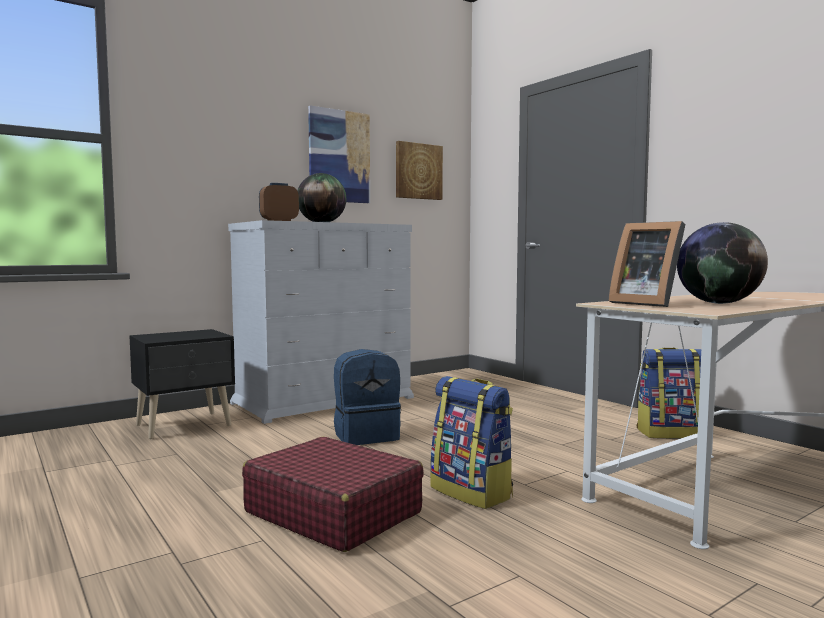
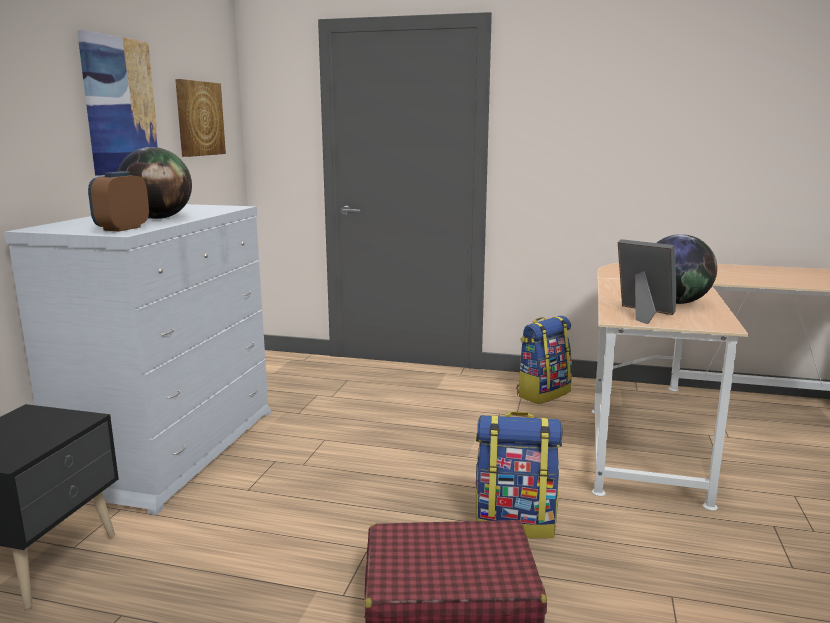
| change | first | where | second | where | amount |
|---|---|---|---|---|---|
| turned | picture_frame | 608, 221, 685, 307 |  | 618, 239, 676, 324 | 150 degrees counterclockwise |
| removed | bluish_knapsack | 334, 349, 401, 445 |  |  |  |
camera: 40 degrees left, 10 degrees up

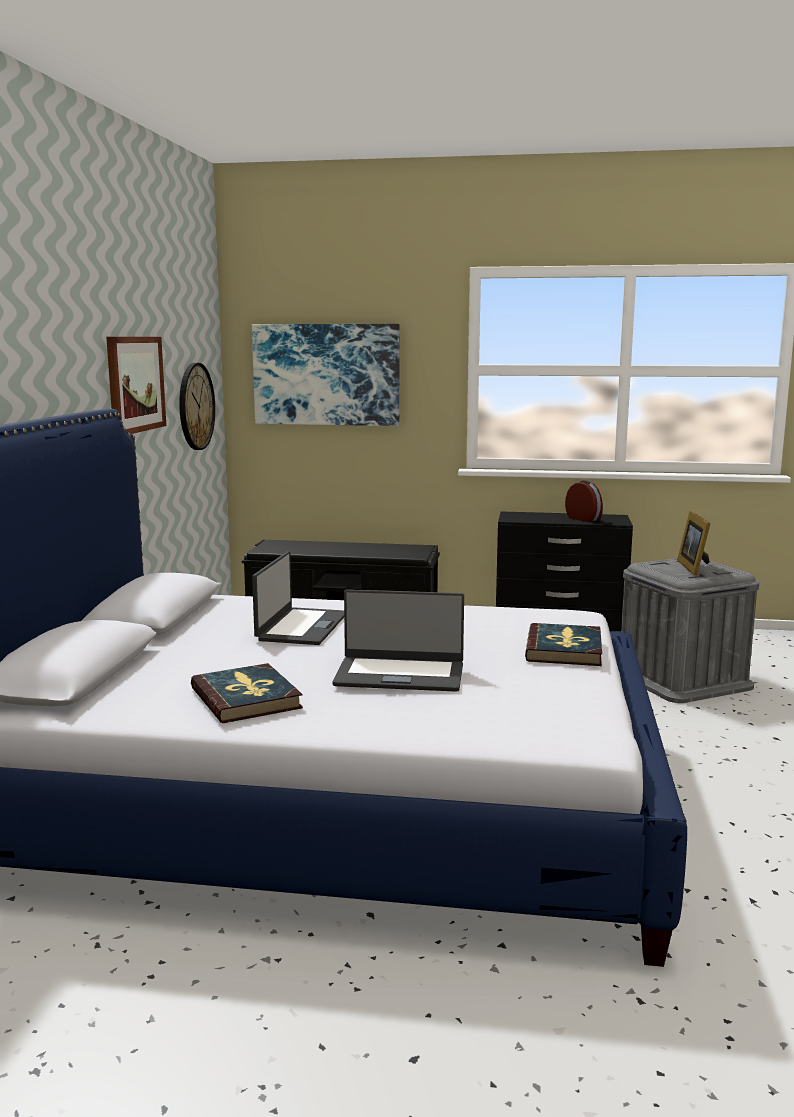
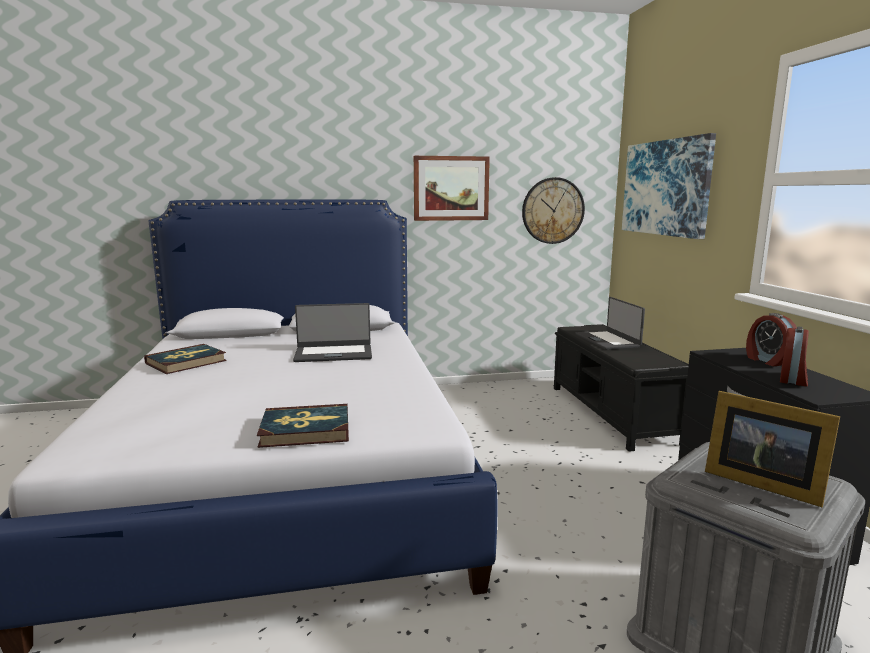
| change | first | where | second | where | amount |
|---|---|---|---|---|---|
| turned | picture_frame | 677, 511, 711, 576 |  | 705, 391, 840, 507 | 120 degrees counterclockwise |
| moved | laptop | 332, 589, 464, 692 |  | 575, 297, 645, 350 |  |
| added |  |  | bedside_clock | 746, 313, 797, 366 |  |
camera: 70 degrees right, 0 degrees up

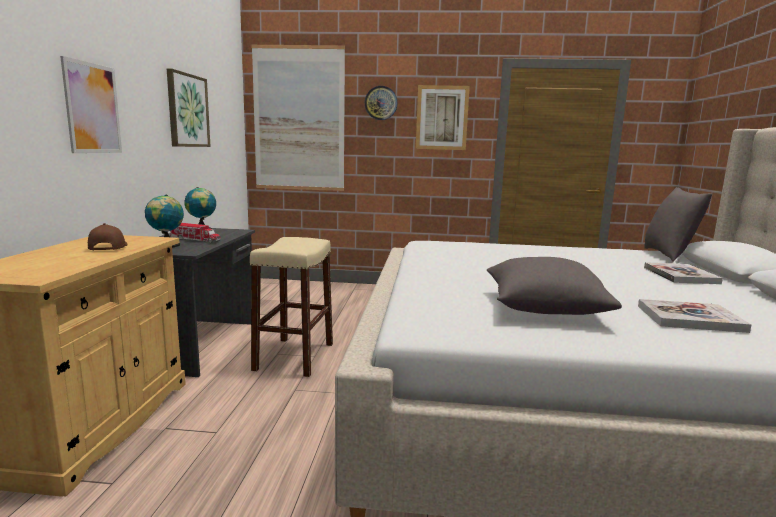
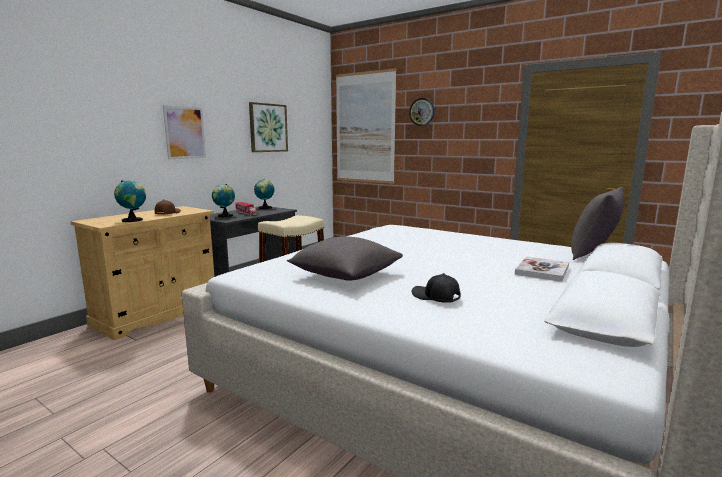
| change | first | where | second | where | amount |
|---|---|---|---|---|---|
| removed | wall_art | 416, 85, 470, 150 |  |  |  |
| replaced | volume | 638, 299, 752, 333 | black-coloured_peaked_cap | 412, 273, 461, 303 |  |
| added |  |  | desk_globe | 114, 180, 146, 222 |  |
camera: 30 degrees right, 0 degrees up

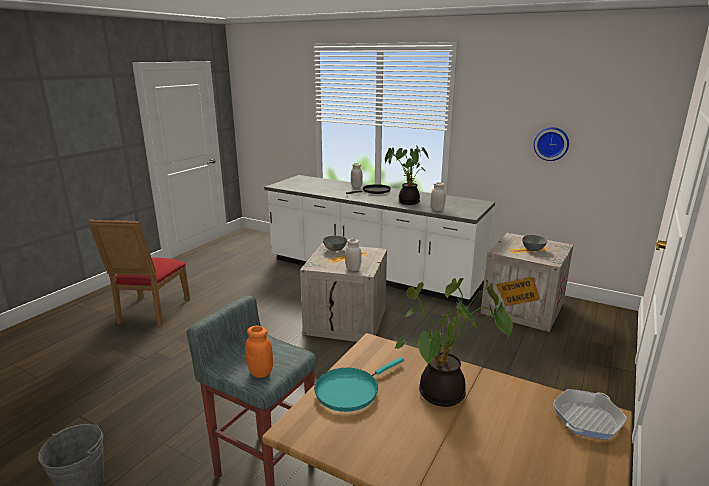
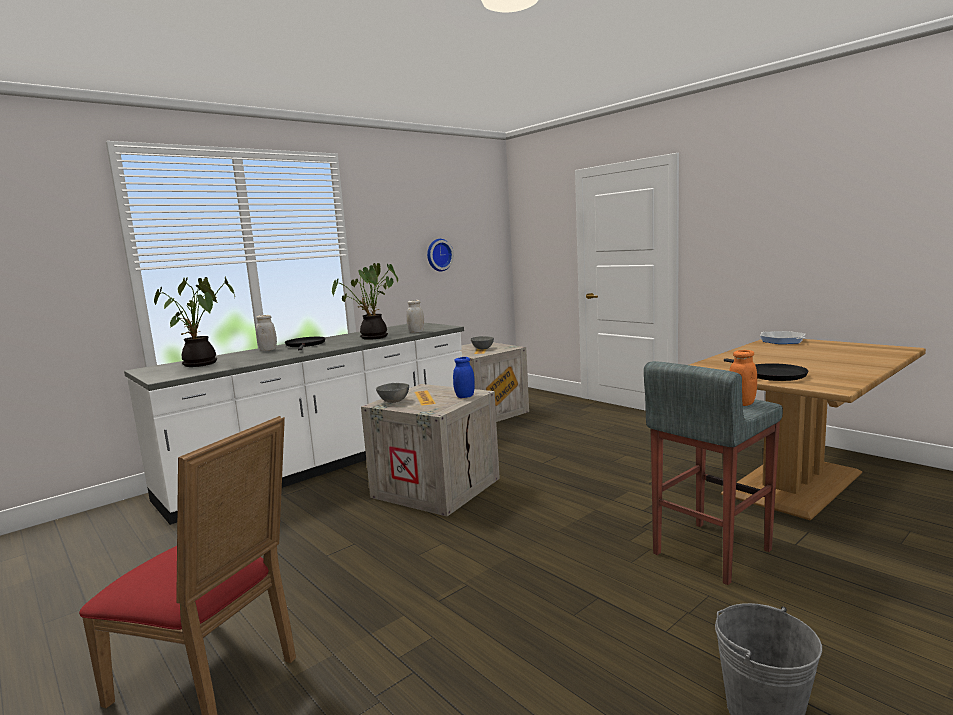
| change | first | where | second | where | amount |
|---|---|---|---|---|---|
| recoloured | white-coloured_storage_jar | 345, 239, 361, 271 | bluish_storage_jar | 453, 357, 475, 398 |  |
| moved | potted_plant | 395, 278, 512, 407 |  | 154, 277, 235, 367 |  |
| recoloured | turquoise-coloured_skillet | 314, 357, 404, 412 | black-coloured_skillet | 724, 359, 808, 381 |  |
camera: 70 degrees left, 10 degrees down

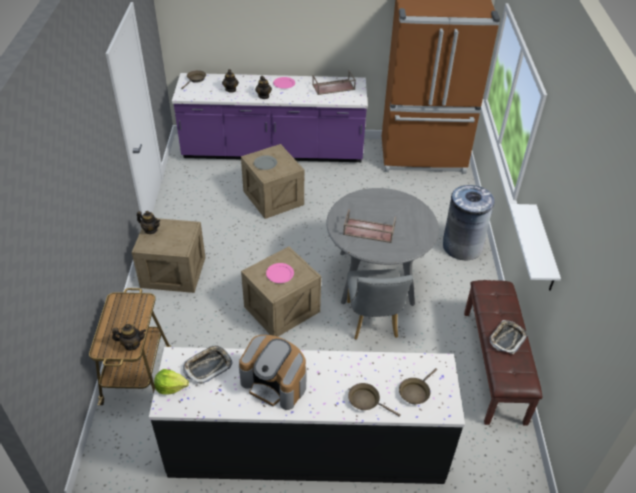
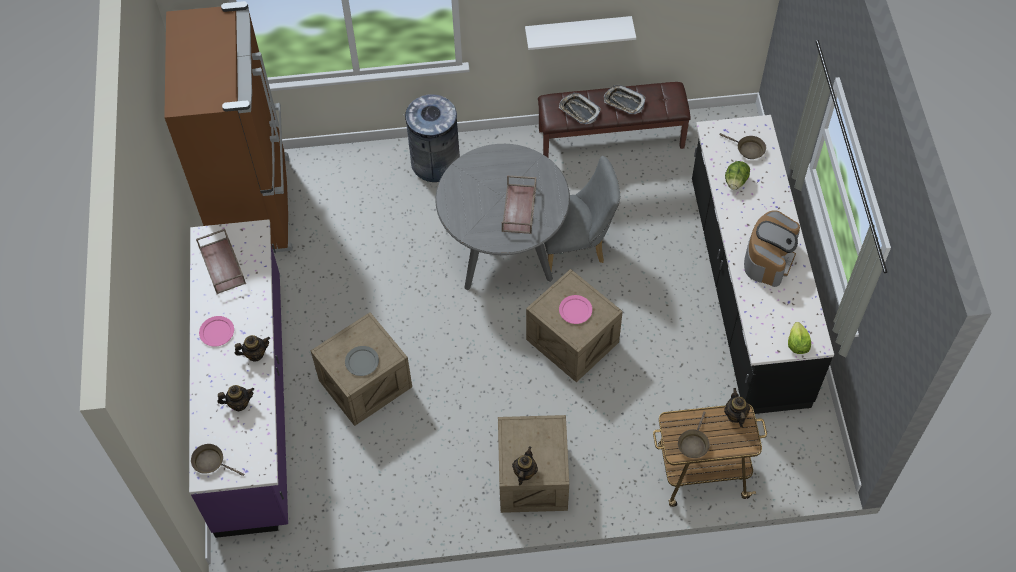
| change | first | where | second | where | amount |
|---|---|---|---|---|---|
| moved | serving_tray | 183, 344, 233, 385 |  | 559, 93, 601, 124 |  |
| moved | brown-coloured_skillet | 348, 383, 401, 417 |  | 678, 411, 710, 458 |  |
| added |  |  | head_of_lettuce | 725, 161, 750, 190 |  |
camera: 95 degrees left, 15 degrees up

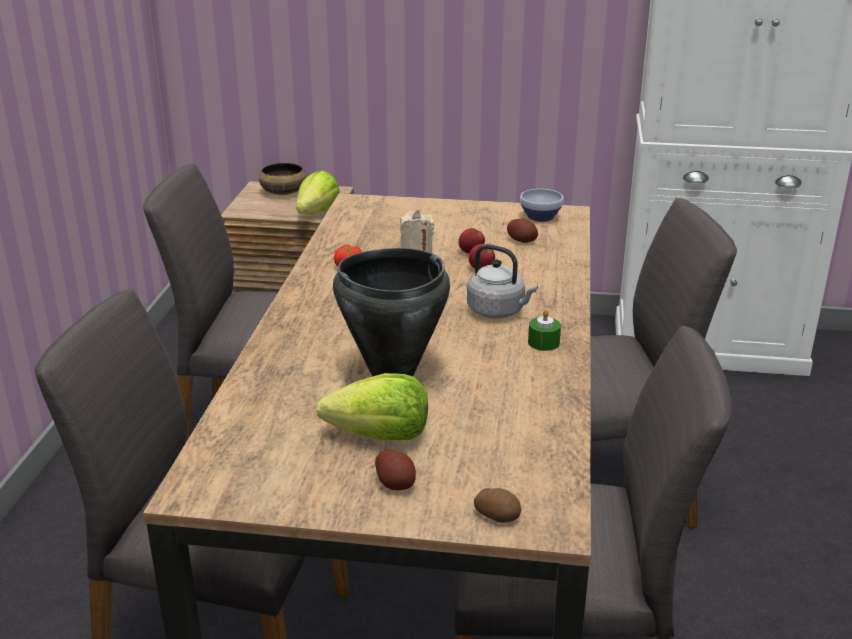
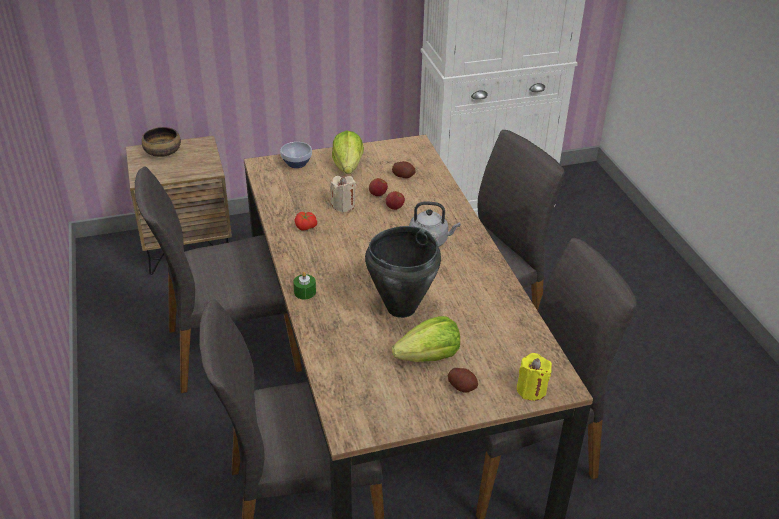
| change | first | where | second | where | amount |
|---|---|---|---|---|---|
| moved | head_of_lettuce | 296, 171, 340, 215 |  | 332, 130, 364, 174 |  |
| moved | serving_bowl | 520, 189, 563, 222 |  | 280, 142, 312, 168 |  |
| moved | green_candle | 528, 309, 561, 351 |  | 293, 272, 316, 300 |  |
| replaced | whole_potato | 474, 488, 521, 523 | yellow_candle | 517, 353, 552, 401 |  |
camera: 25 degrees left, 10 degrees up

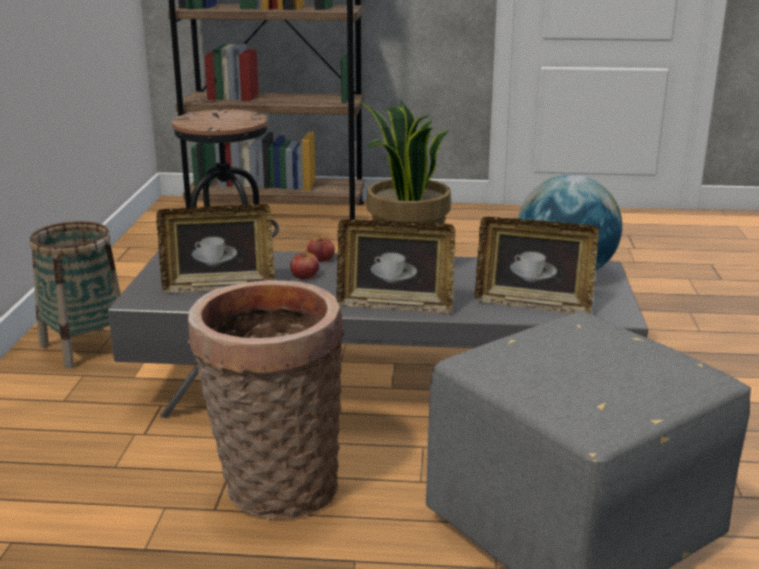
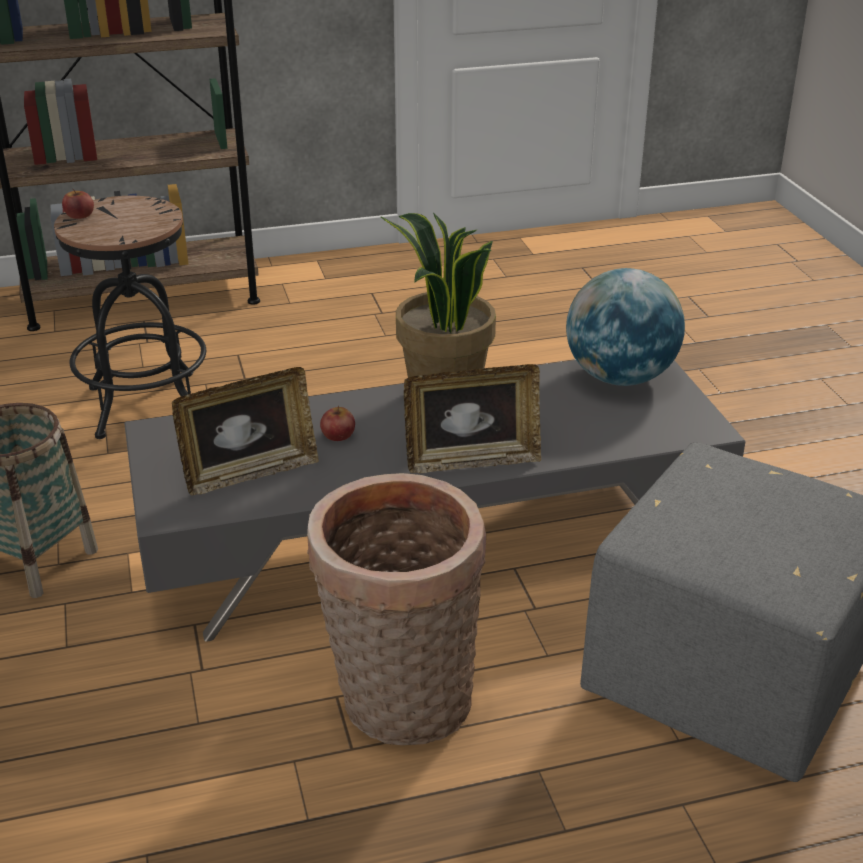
| change | first | where | second | where | amount |
|---|---|---|---|---|---|
| removed | picture_frame | 475, 217, 599, 314 |  |  |  |
| moved | whole_apple | 307, 236, 335, 262 |  | 62, 188, 94, 219 |  |
camera: 20 degrees left, 10 degrees up

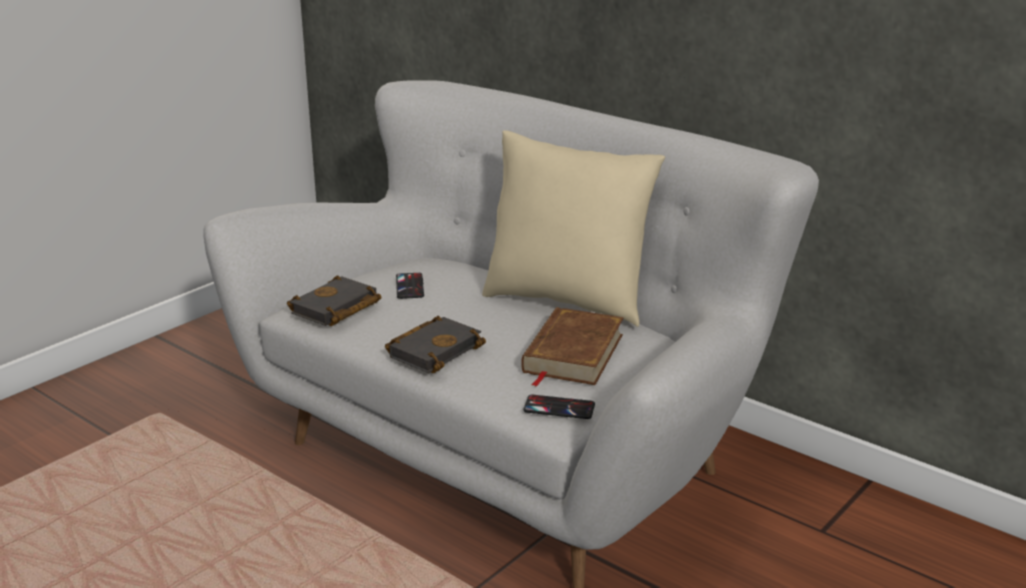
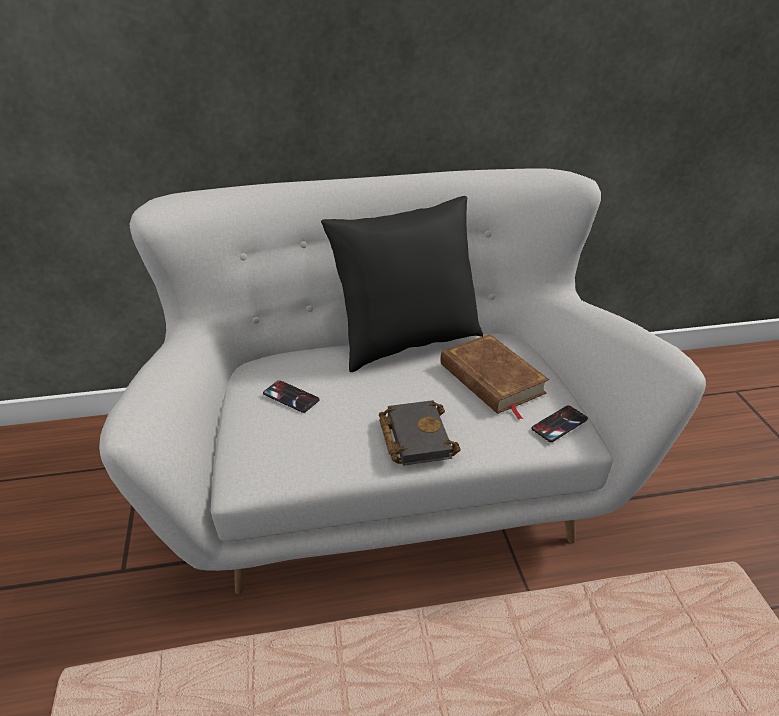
| change | first | where | second | where | amount |
|---|---|---|---|---|---|
| recoloured | beige_cushion | 482, 130, 665, 327 | black-coloured_cushion | 321, 196, 483, 372 |  |
| removed | black-coloured_volume | 287, 275, 381, 326 |  |  |  |
camera: 50 degrees left, 10 degrees up

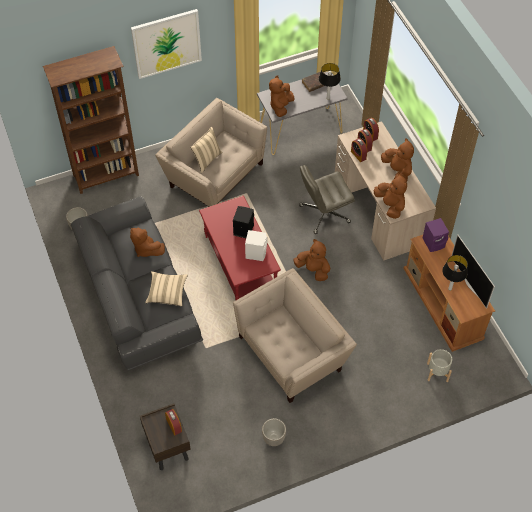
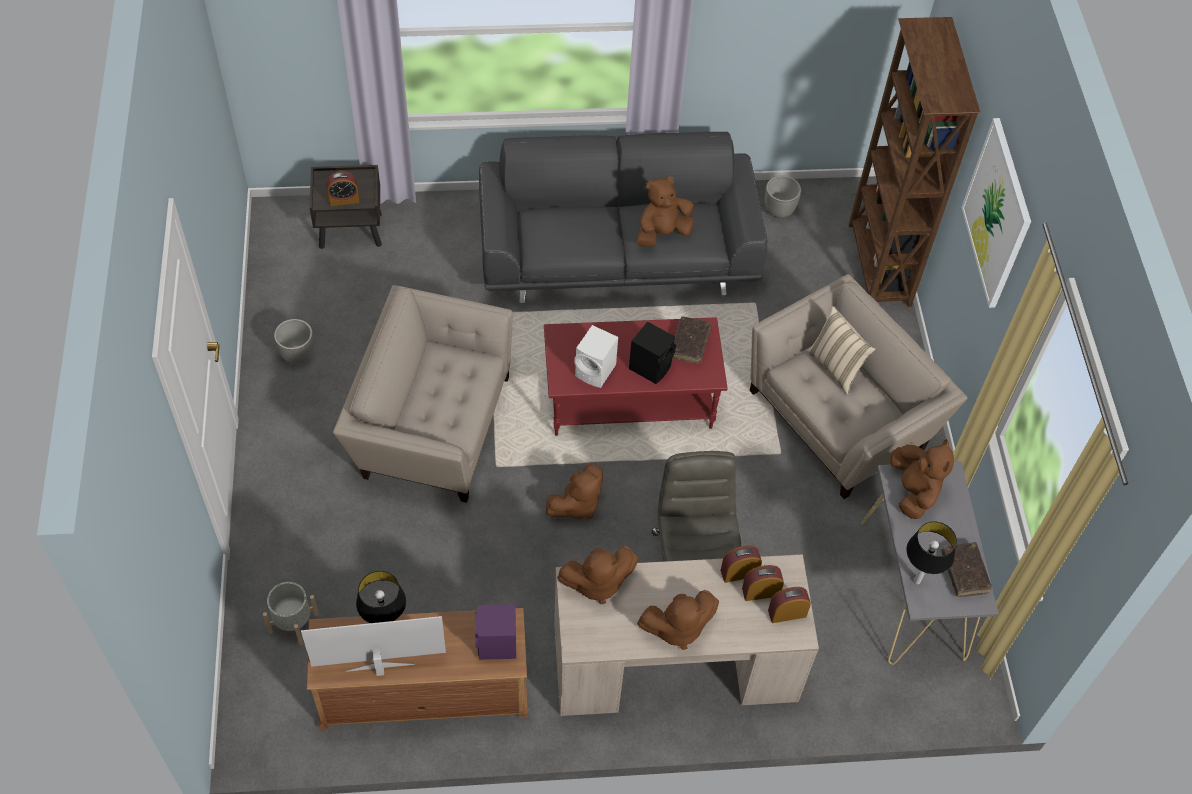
| change | first | where | second | where | amount |
|---|---|---|---|---|---|
| turned | brown-coloured_cuddly_toy | 269, 75, 295, 117 |  | 890, 439, 954, 519 | 45 degrees clockwise |
| turned | beige_lounge_chair | 233, 268, 357, 403 |  | 333, 285, 513, 503 | 120 degrees clockwise |
| removed | beige_cushion | 145, 271, 188, 306 |  |  |  |
| added |  |  | brown-coloured_volume | 672, 316, 712, 364 |  |
camera: 105 degrees right, 0 degrees up

